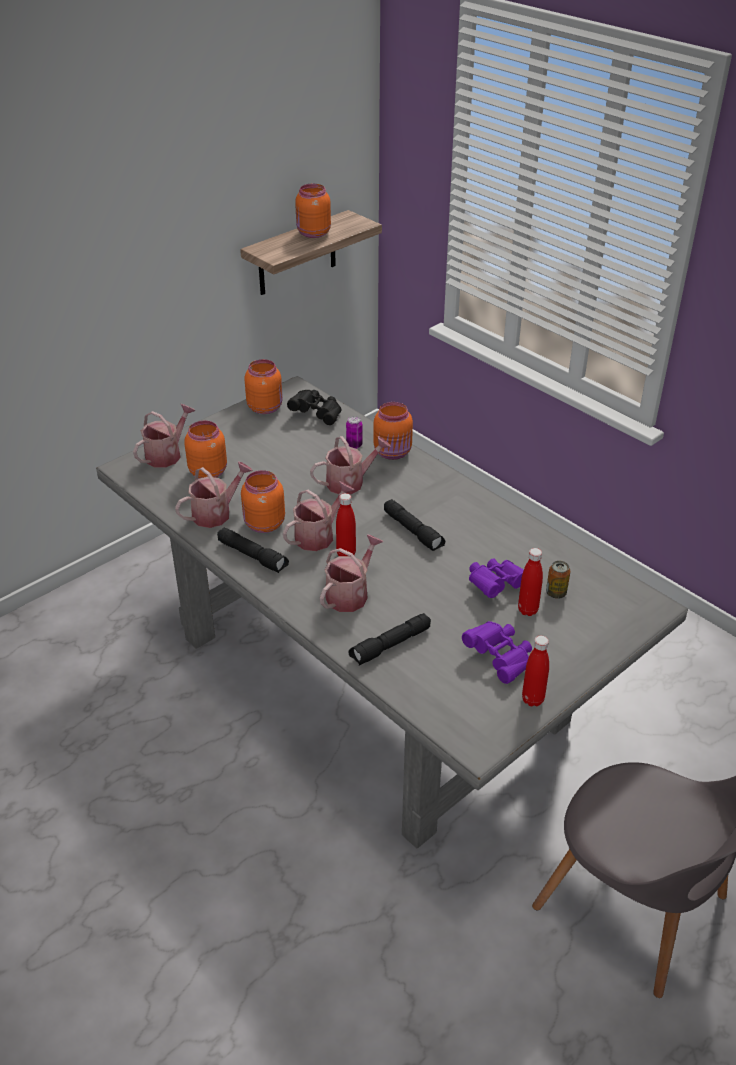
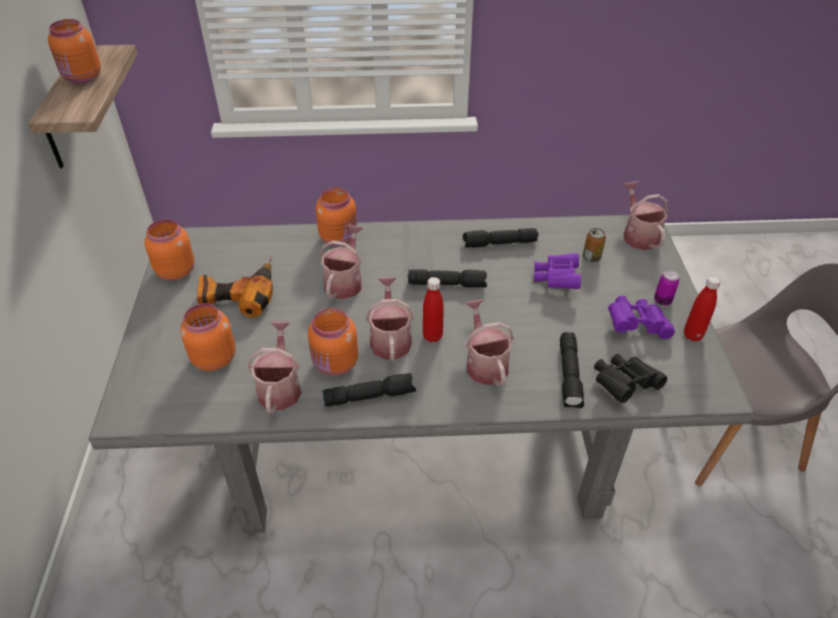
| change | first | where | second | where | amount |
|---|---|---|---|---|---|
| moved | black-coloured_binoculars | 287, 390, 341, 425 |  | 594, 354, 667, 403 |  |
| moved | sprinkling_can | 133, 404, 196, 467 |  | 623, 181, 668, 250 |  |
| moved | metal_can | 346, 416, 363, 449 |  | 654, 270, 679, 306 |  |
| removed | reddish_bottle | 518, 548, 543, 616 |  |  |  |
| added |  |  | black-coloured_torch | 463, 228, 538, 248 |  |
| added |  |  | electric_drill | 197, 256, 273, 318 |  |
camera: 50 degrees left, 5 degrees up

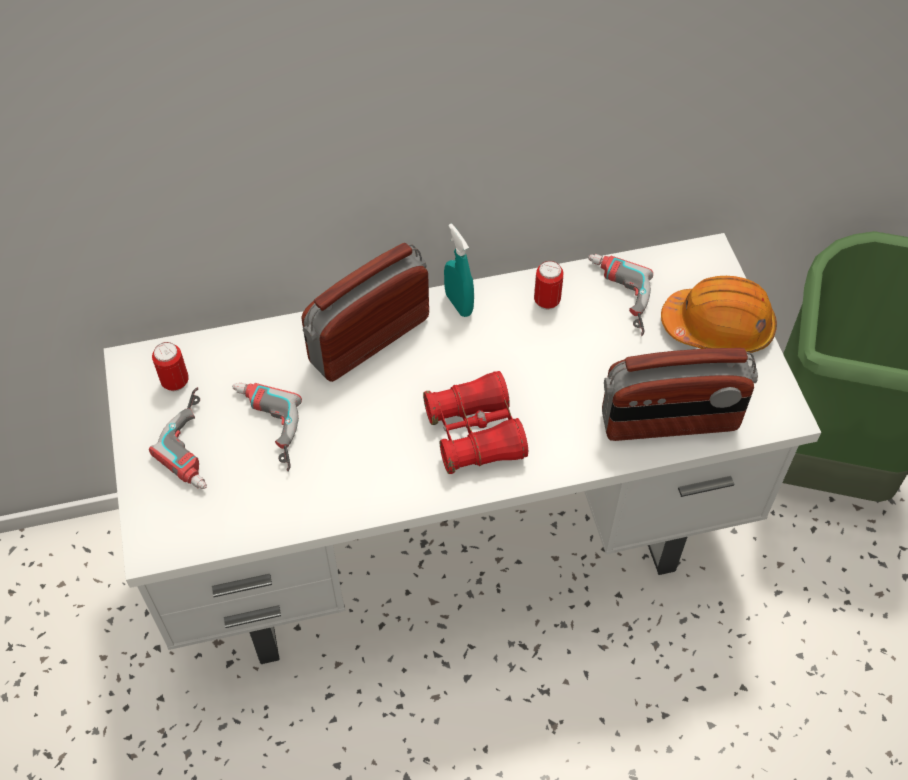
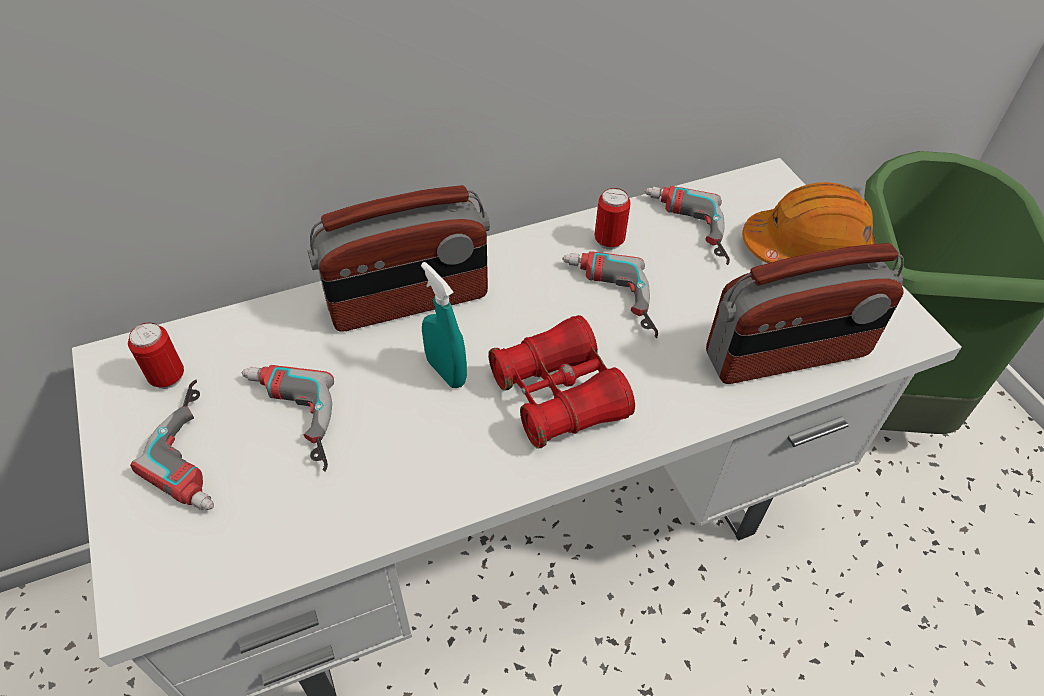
| change | first | where | second | where | amount |
|---|---|---|---|---|---|
| moved | turquoise-coloured_spray_bottle | 444, 224, 474, 317 |  | 421, 262, 467, 388 |  |
| turned | radio_set | 301, 243, 429, 382 |  | 308, 185, 490, 332 | 150 degrees counterclockwise |
| added |  |  | electric_drill | 562, 251, 658, 338 |  |
camera: 10 degrees left, 5 degrees down

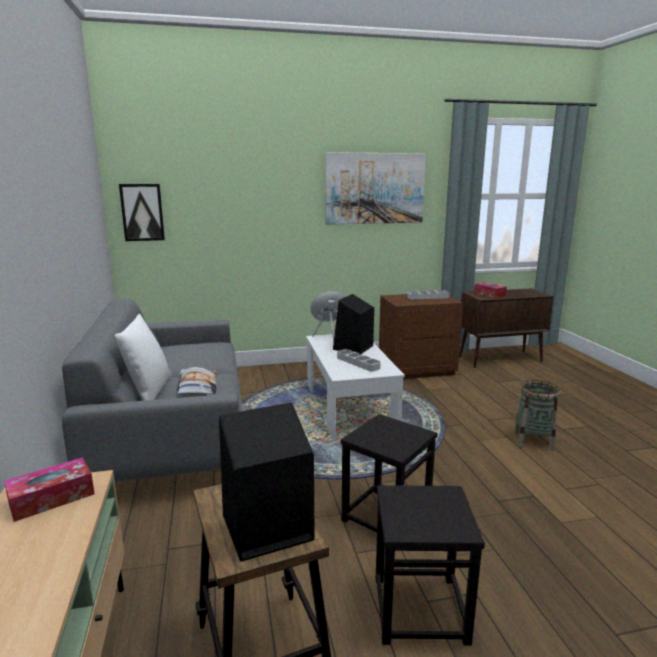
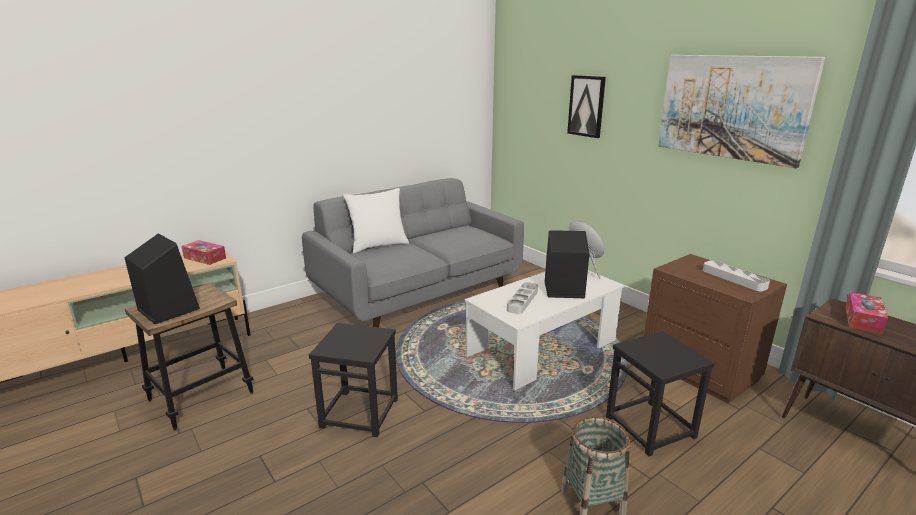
| change | first | where | second | where | amount |
|---|---|---|---|---|---|
| moved | wall_art | 119, 184, 165, 241 |  | 567, 75, 606, 138 |  |
| removed | cushion | 177, 367, 217, 394 |  |  |  |
| moved | black-coloured_stool_seat | 376, 485, 485, 646 |  | 606, 331, 715, 456 |  |
camera: 65 degrees right, 5 degrees up

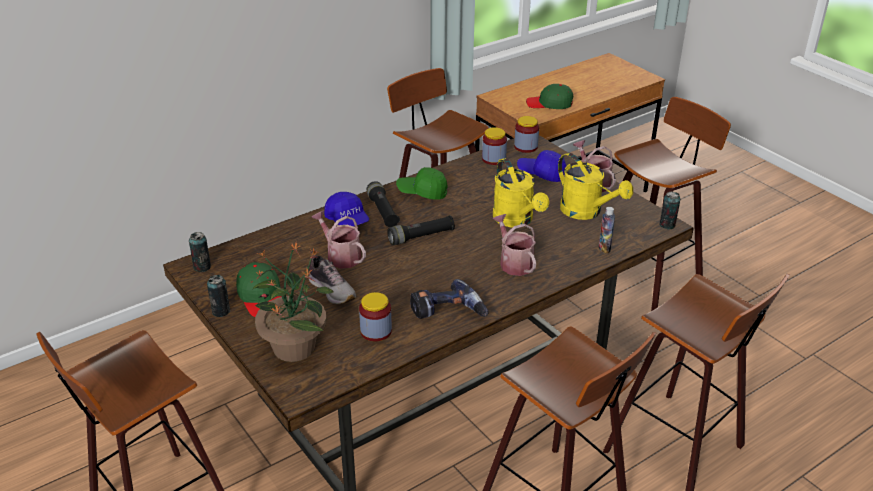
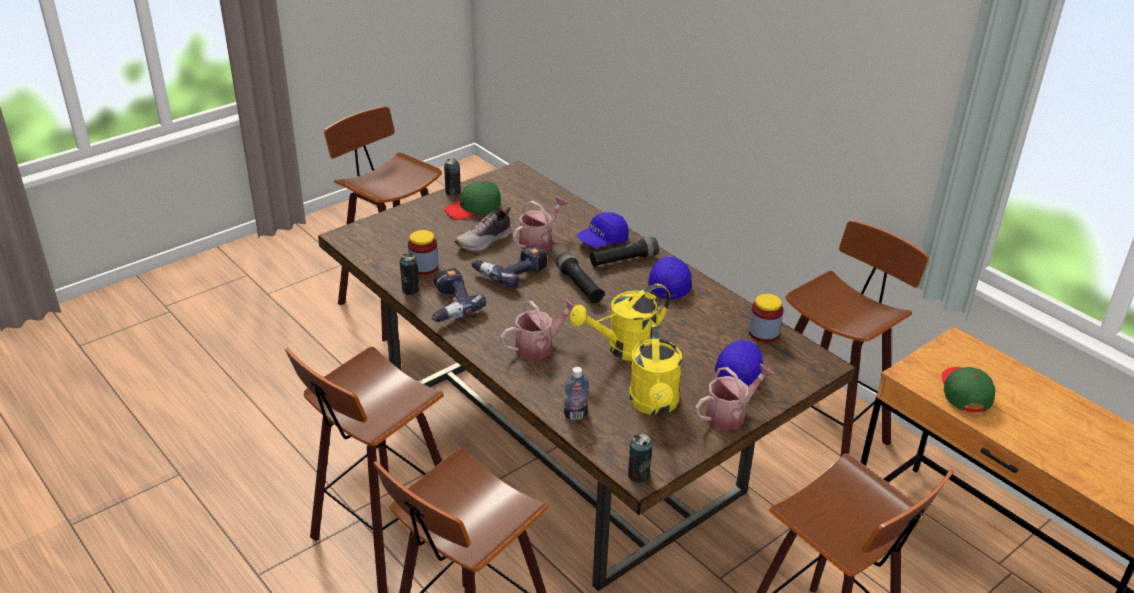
| change | first | where | second | where | amount |
|---|---|---|---|---|---|
| removed | storage_jar | 514, 116, 539, 153 |  |  |  |
| turned | yellow_sprinkling_can | 558, 153, 633, 220 |  | 629, 325, 682, 415 | 45 degrees counterclockwise |
| recoloured | green_peaked_cap | 396, 167, 447, 200 | bluish_peaked_cap | 648, 256, 692, 300 |  |
| moved | metal_can | 189, 232, 211, 272 |  | 400, 253, 420, 295 |  |
| removed | potted_plant | 252, 243, 334, 362 |  |  |  |
| added |  |  | electric_drill | 472, 246, 548, 288 |  |
camera: 85 degrees right, 0 degrees up

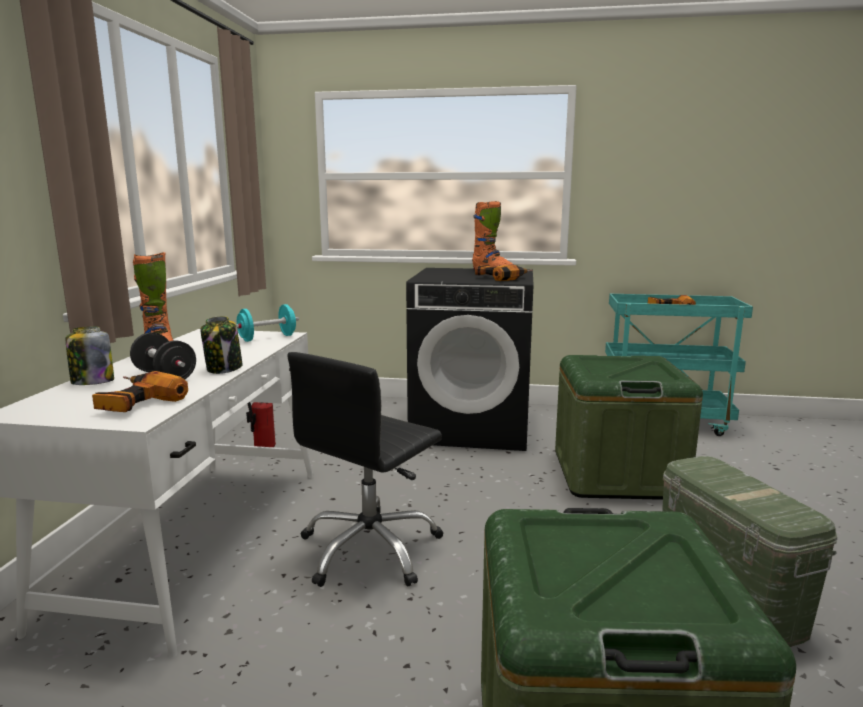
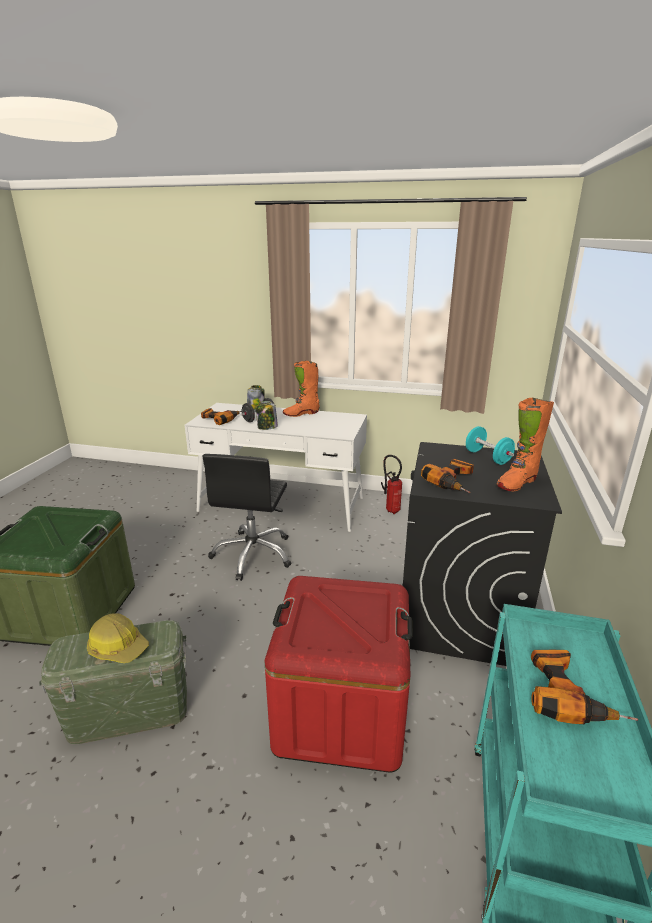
| change | first | where | second | where | amount |
|---|---|---|---|---|---|
| moved | turquoise-coloured_hand_weight | 236, 304, 299, 342 |  | 466, 426, 515, 465 |  |
| turned | black-coloured_office_chair | 288, 352, 443, 587 |  | 202, 454, 291, 581 | 120 degrees counterclockwise |
| recoloured | green_storage_box | 555, 355, 703, 500 | reddish_storage_box | 265, 576, 413, 773 |  |
| added |  |  | safety_helmet | 87, 613, 149, 663 |  |
camera: 95 degrees right, 10 degrees up

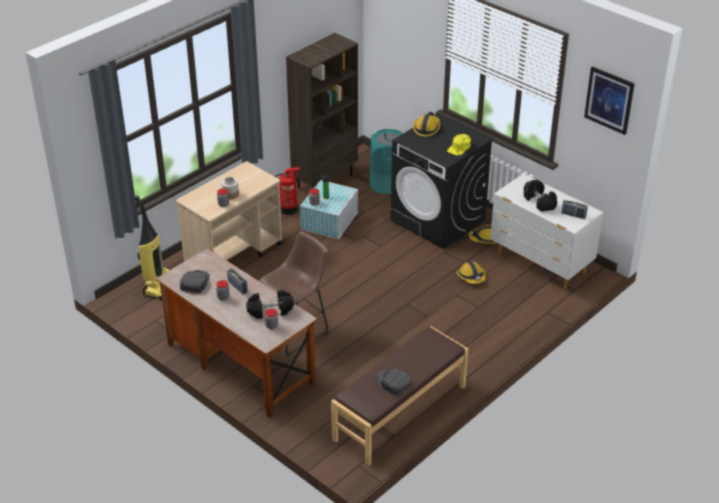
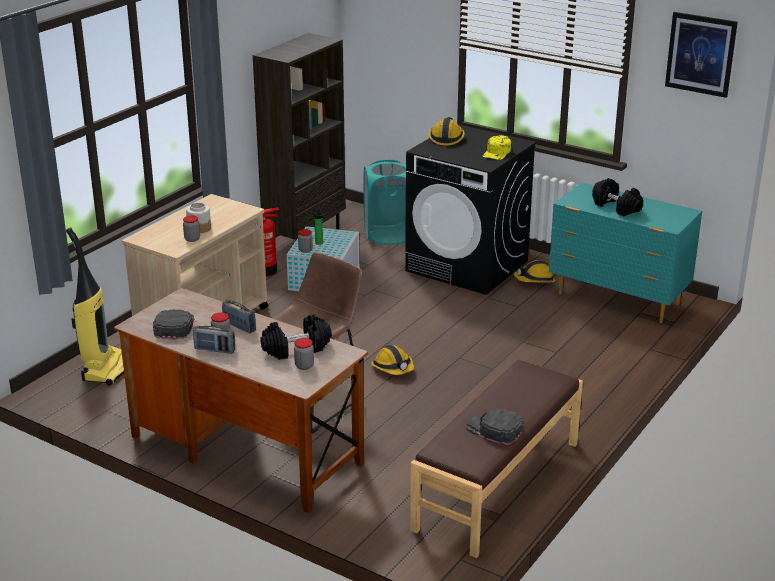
| change | first | where | second | where | amount |
|---|---|---|---|---|---|
| recoloured | white-coloured_drawer_chest | 490, 174, 603, 290 | turquoise-coloured_drawer_chest | 549, 182, 702, 323 |  |
| moved | radio_set | 561, 200, 588, 219 |  | 193, 325, 235, 354 |  |
| moved | safety_helmet | 457, 261, 486, 284 |  | 371, 345, 414, 375 |  |
camera: 10 degrees left, 10 degrees down

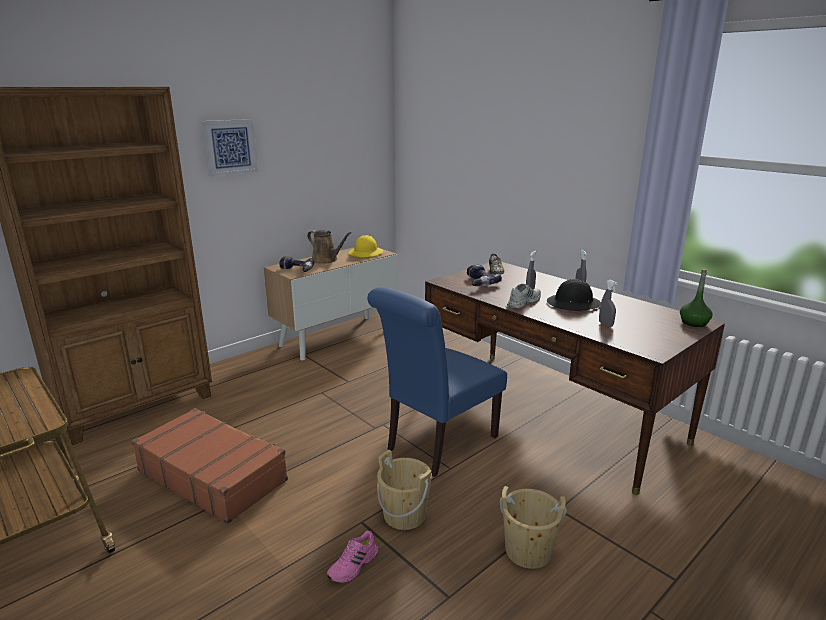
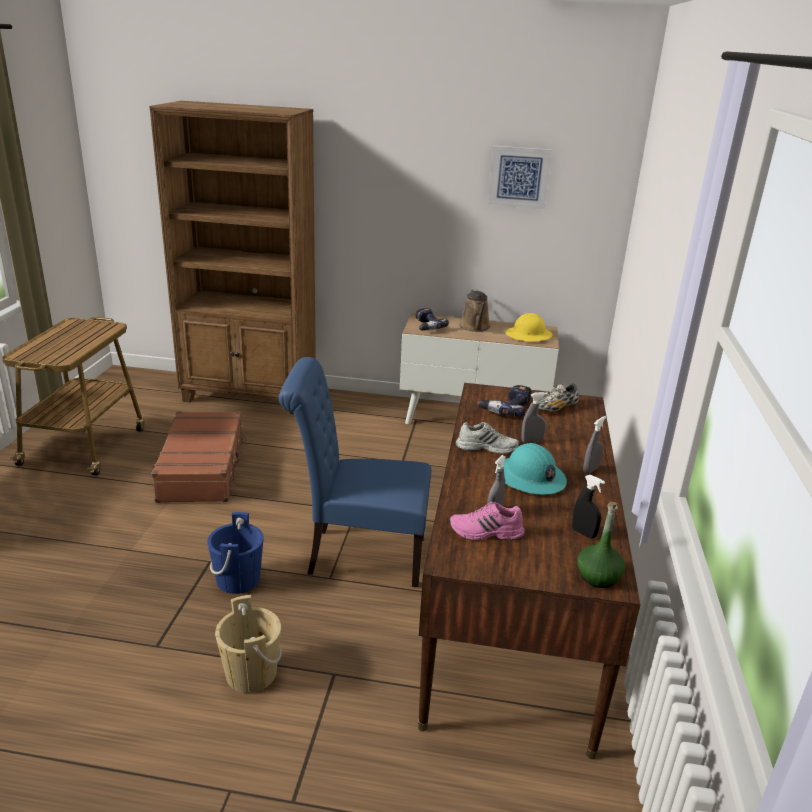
| change | first | where | second | where | amount |
|---|---|---|---|---|---|
| moved | wall_art | 202, 119, 258, 177 |  | 488, 146, 552, 209 |  |
| recoloured | black-coloured_safety_helmet | 547, 279, 601, 311 | turquoise-coloured_safety_helmet | 496, 443, 567, 495 |  |
| recoloured | beige_water_bucket | 377, 450, 432, 530 | bluish_water_bucket | 207, 512, 264, 594 |  |
| moved | pinkish_shoe | 327, 531, 378, 583 |  | 449, 502, 525, 541 |  |
| added |  |  | black-coloured_spray_bottle | 572, 475, 605, 538 |  |
camera: 50 degrees right, 5 degrees up

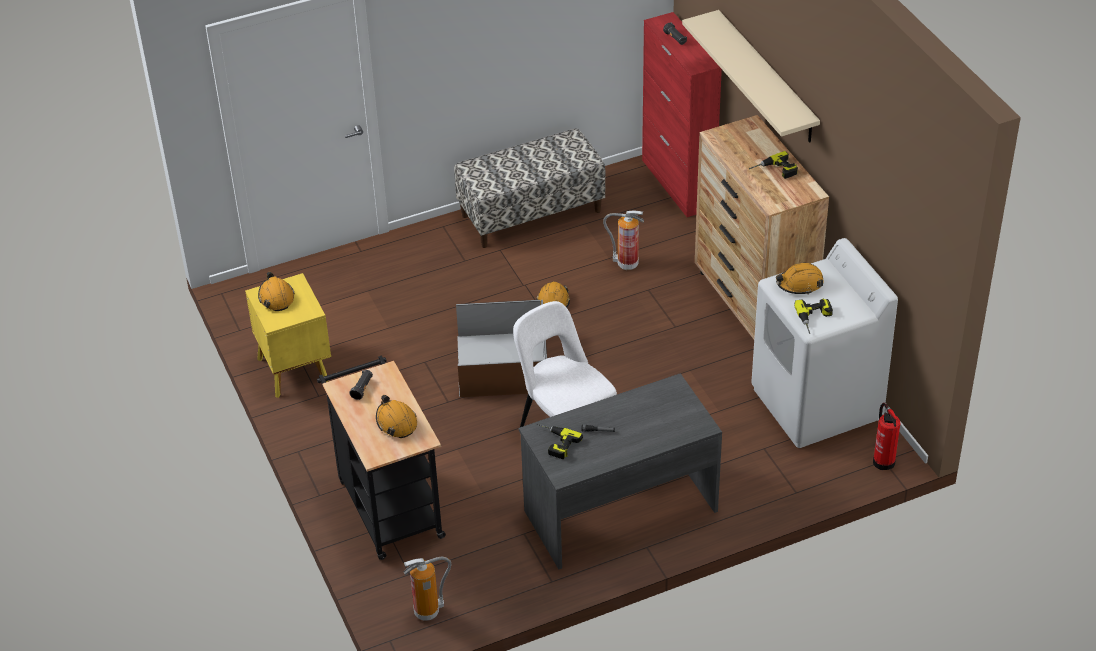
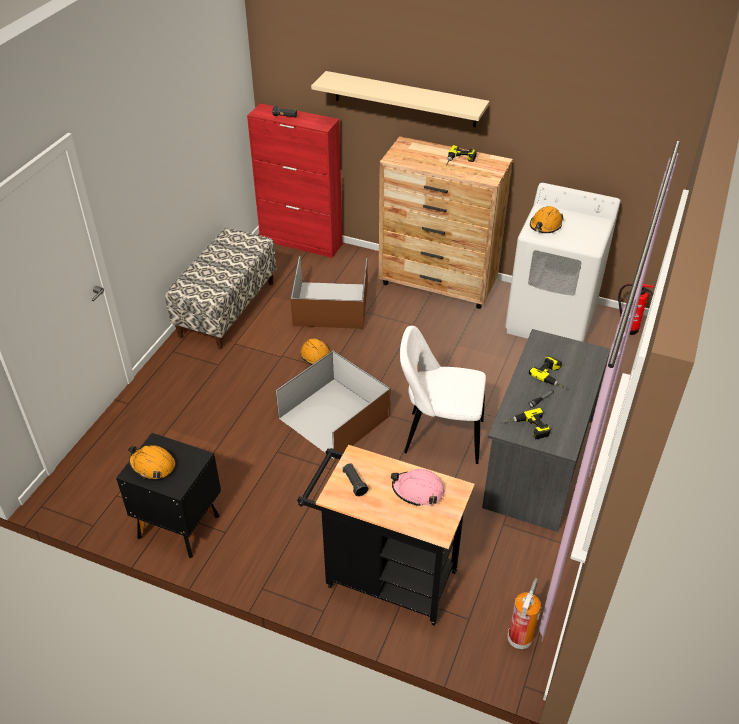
| change | first | where | second | where | amount |
|---|---|---|---|---|---|
| replaced | fire-fighting_cylinder | 603, 210, 644, 270 | brown-coloured_storage_box | 290, 256, 368, 329 |  |
| recoloured | yellow_bedside_table | 245, 273, 331, 398 | black-coloured_bedside_table | 116, 433, 221, 558 |  |
| moved | electric_drill | 794, 299, 833, 334 |  | 529, 356, 570, 390 |  |
| recoloured | orangey_safety_helmet | 376, 395, 417, 438 | pinkish_safety_helmet | 391, 469, 445, 506 |  |
camera: 45 degrees left, 0 degrees up

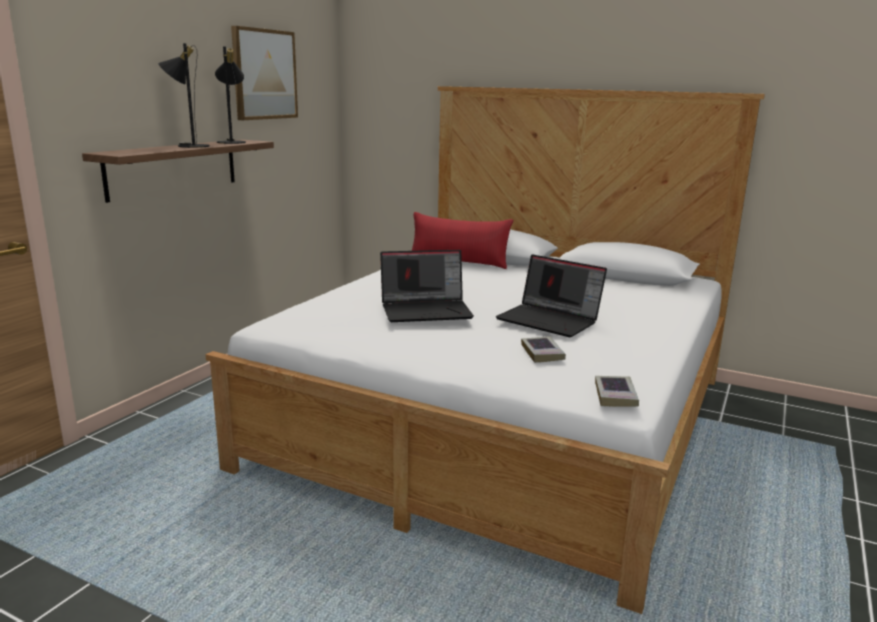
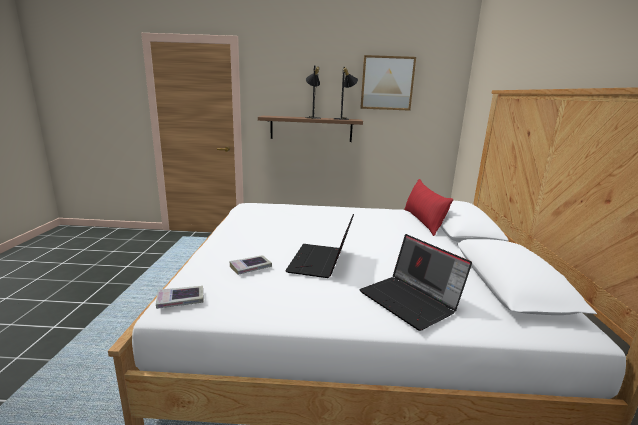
| change | first | where | second | where | amount |
|---|---|---|---|---|---|
| moved | laptop | 380, 250, 474, 322 |  | 360, 234, 472, 331 |  |
camera: 65 degrees right, 0 degrees up

